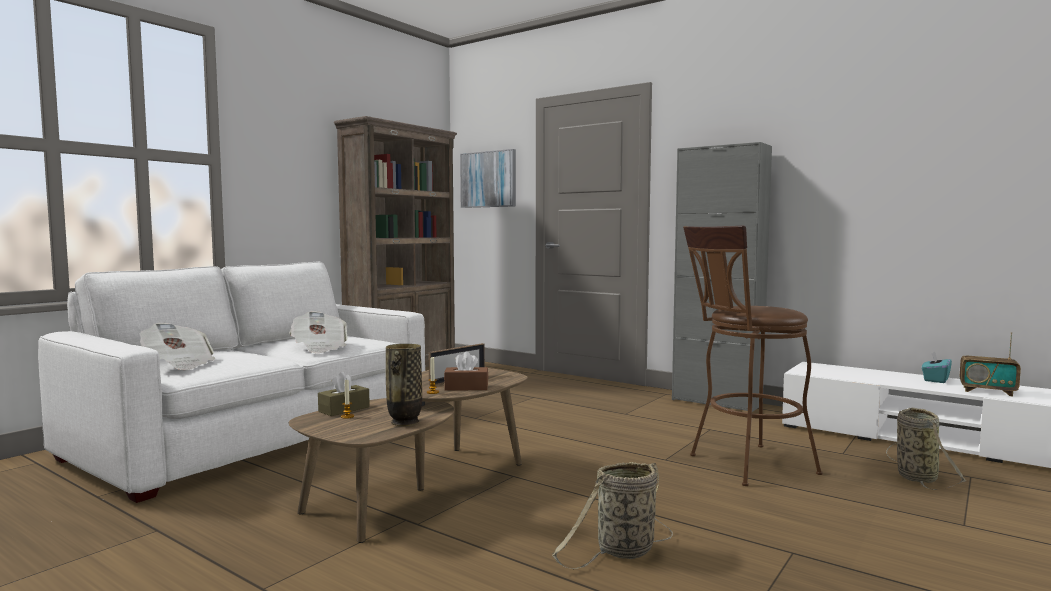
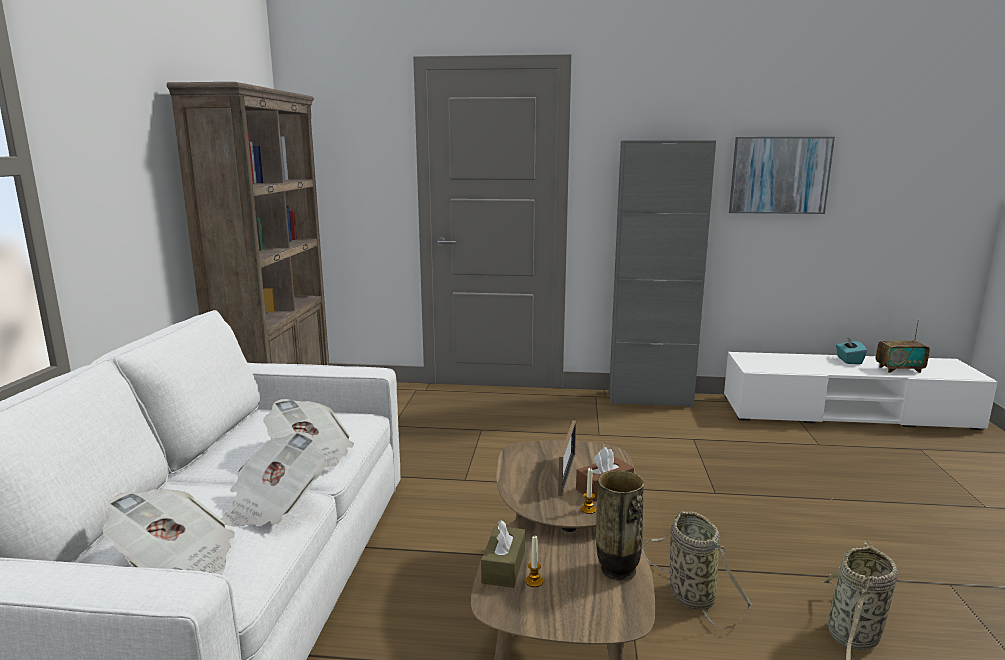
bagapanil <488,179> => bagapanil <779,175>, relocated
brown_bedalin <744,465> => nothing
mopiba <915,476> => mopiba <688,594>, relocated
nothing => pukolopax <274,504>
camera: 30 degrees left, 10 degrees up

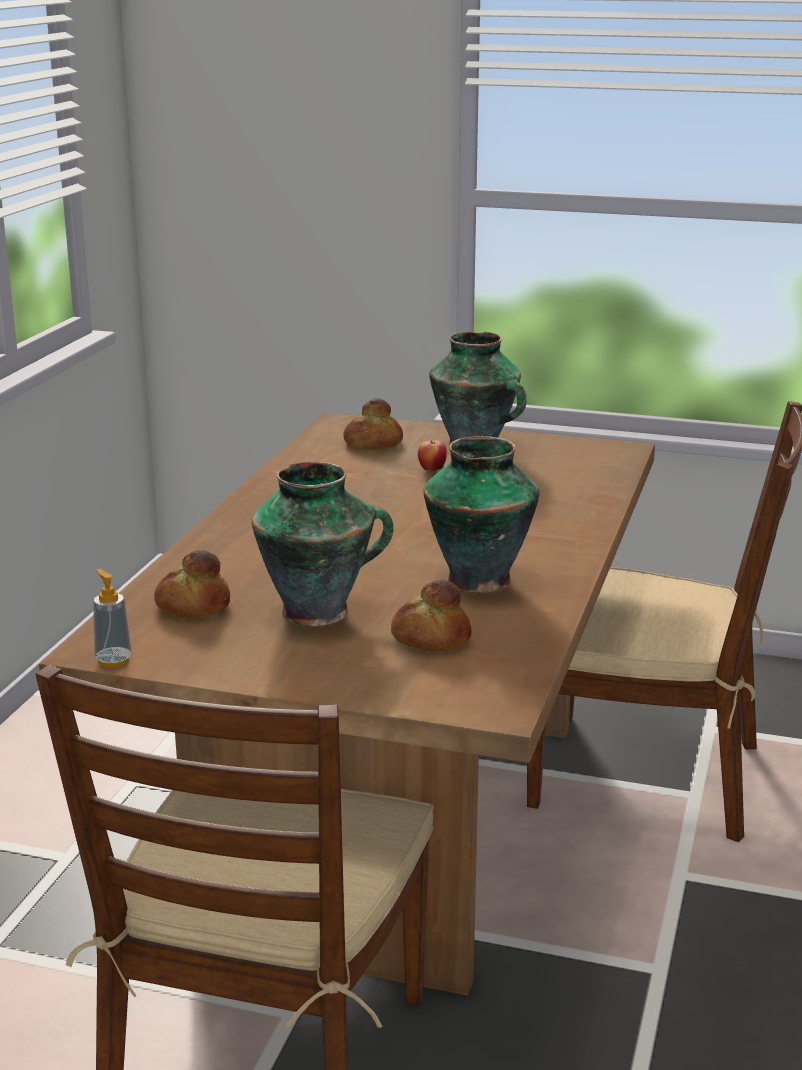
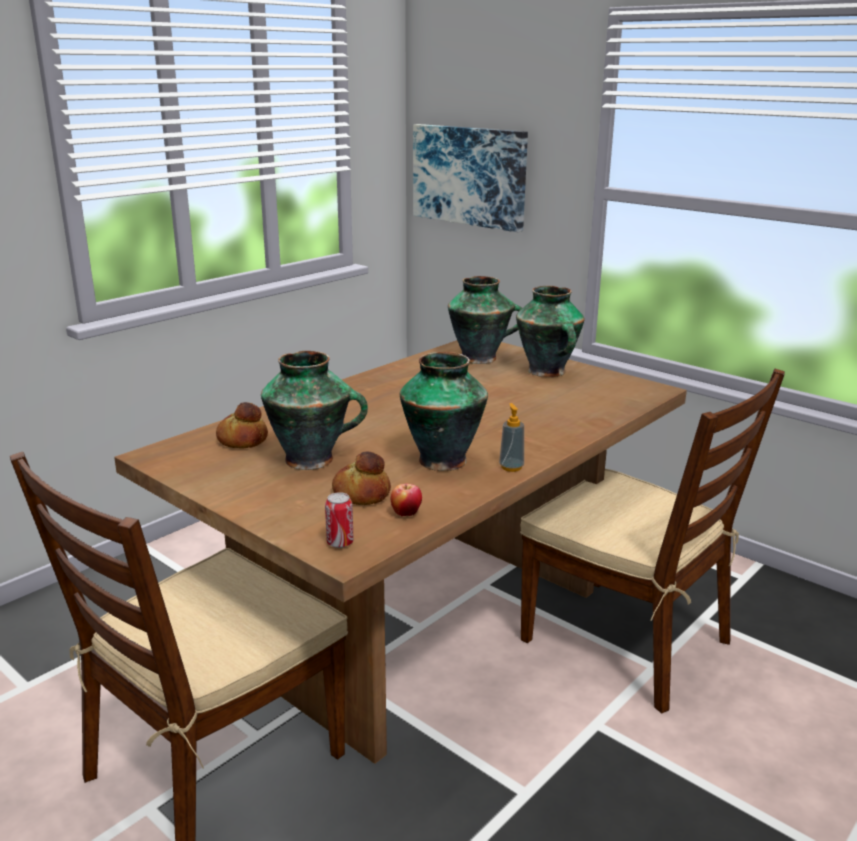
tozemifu <373,443> => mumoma <481,358>
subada <432,470> => subada <406,514>, relocated
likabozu <113,660> => likabozu <511,467>, relocated
nothing => bagapanil <470,176>
nothing => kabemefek <340,543>
camera: 25 degrees right, 0 degrees up

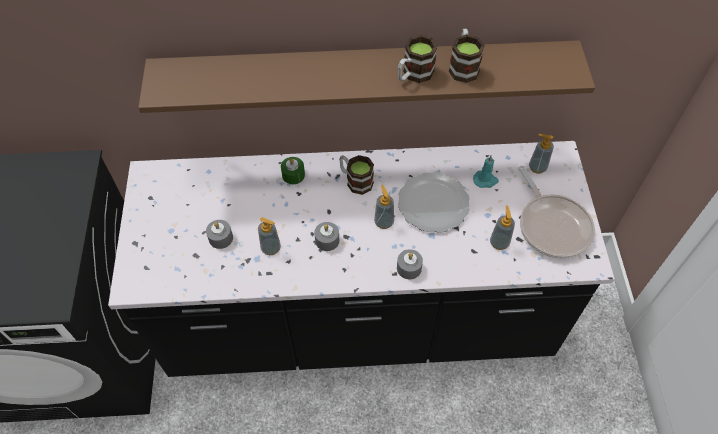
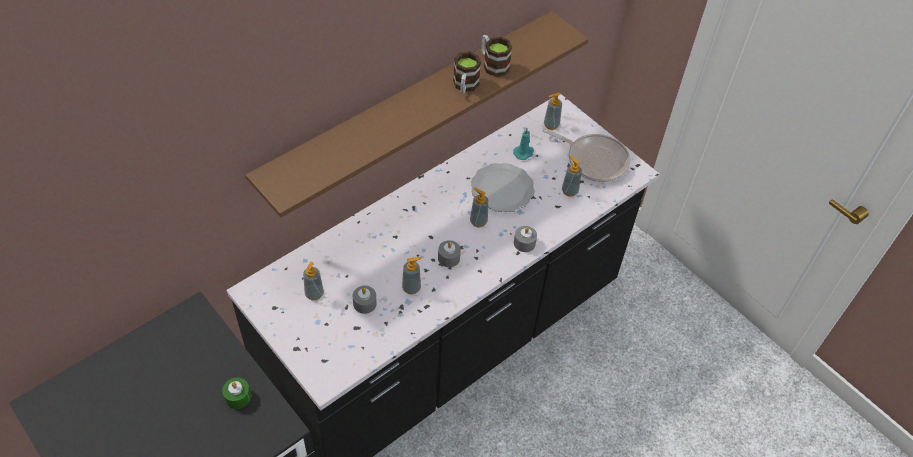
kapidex <355,180> => nothing
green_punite <293,175> => green_punite <238,397>, relocated
nothing => likabozu <314,294>
camera: 40 degrees left, 5 degrees down

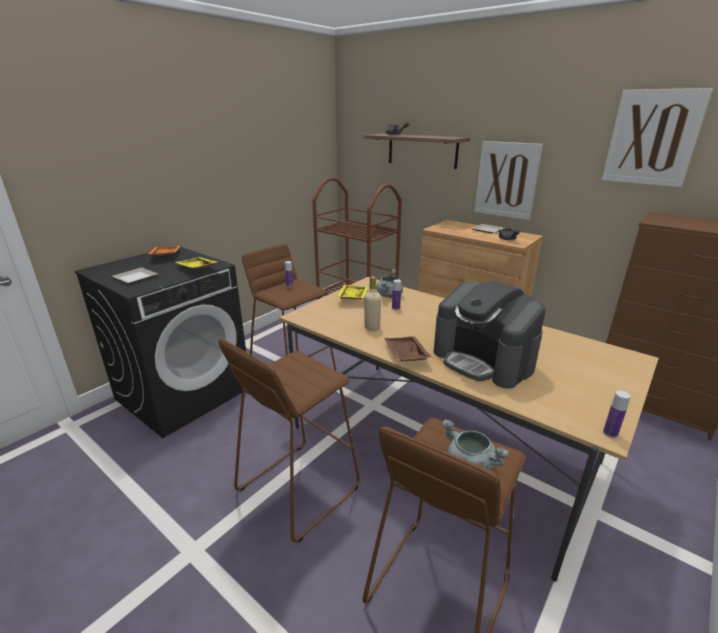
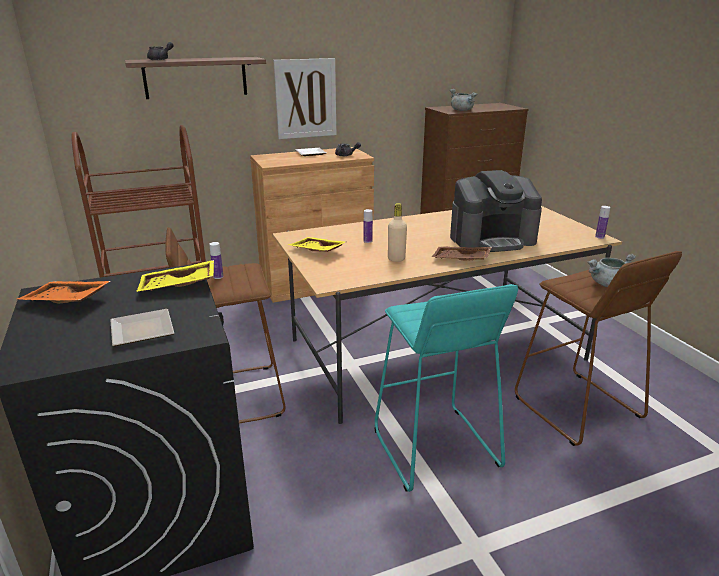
bagapanil <652,138> => nothing
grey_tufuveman <389,296> => grey_tufuveman <462,110>, relocated
brown_bedalin <297,488> => turquoise_bedalin <434,448>
camera: 60 degrees left, 0 degrees up

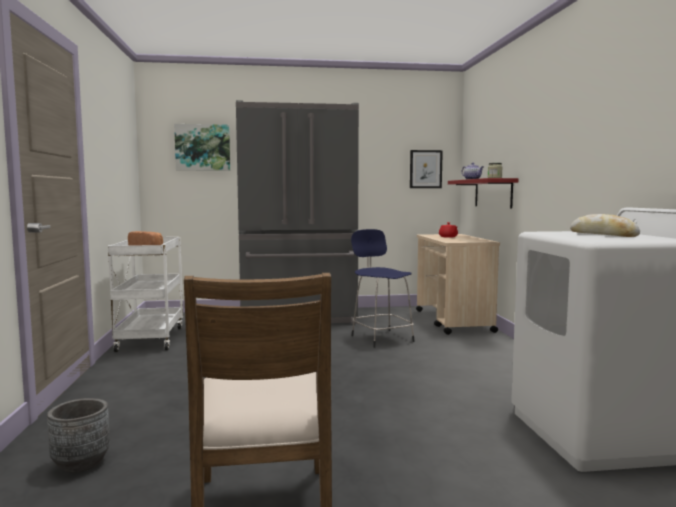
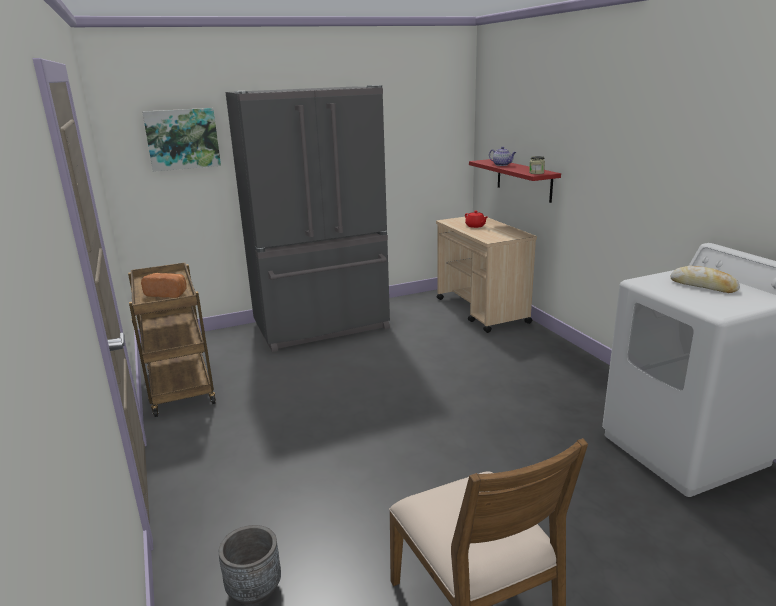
bagapanil <425,169> => nothing
blue_bedalin <381,338> => nothing
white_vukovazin <150,338> => brown_vukovazin <179,387>
camera: 15 degrees left, 15 degrees up

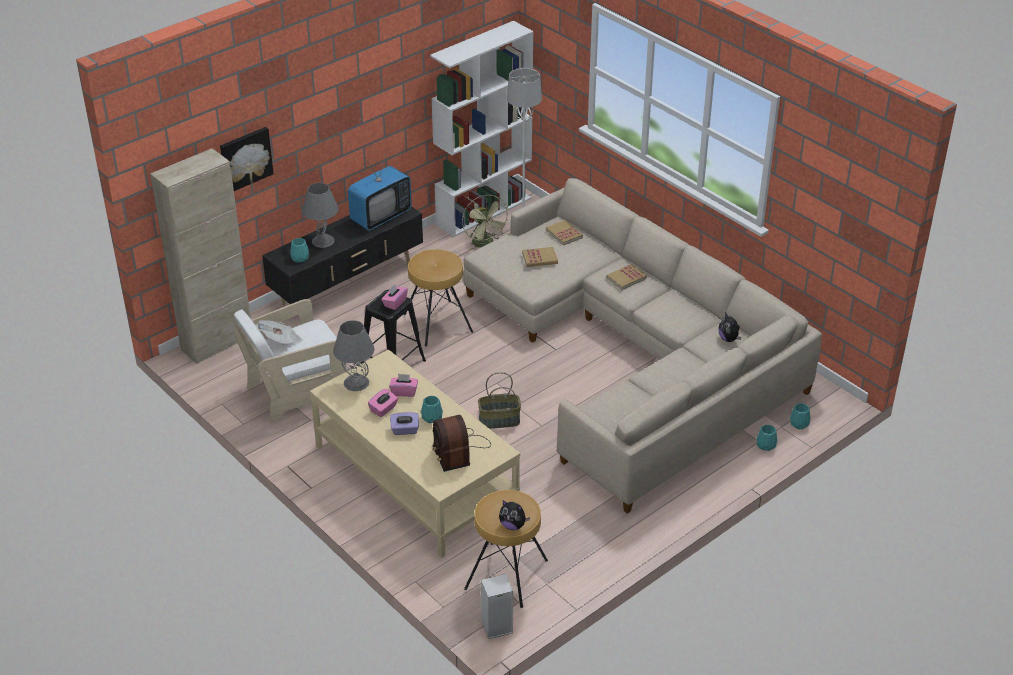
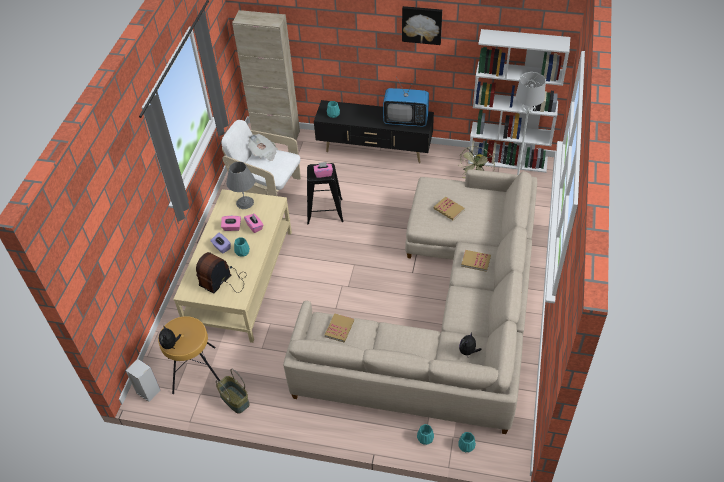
bagapanil <245,158> => bagapanil <422,24>, relocated
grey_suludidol <323,241> => nothing
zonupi <564,234> => zonupi <339,328>, relocated
brown_bedalin <437,323> => nothing
mopiba <499,421> => mopiba <234,400>, relocated
camera: 55 degrees right, 10 degrees up

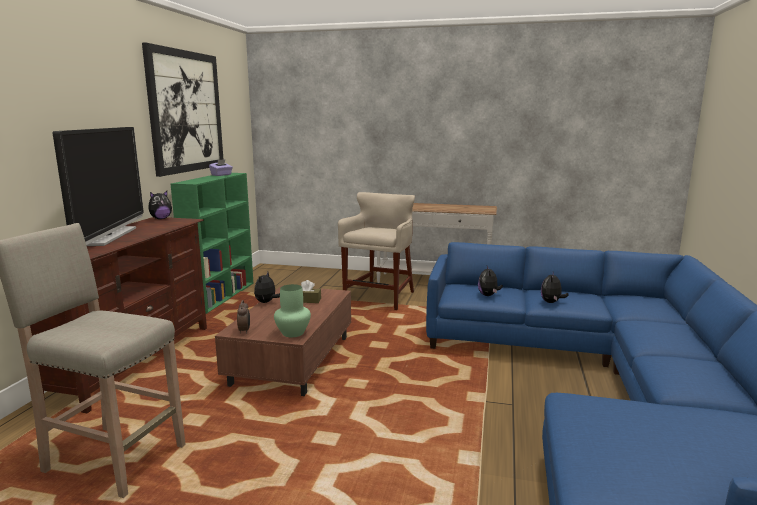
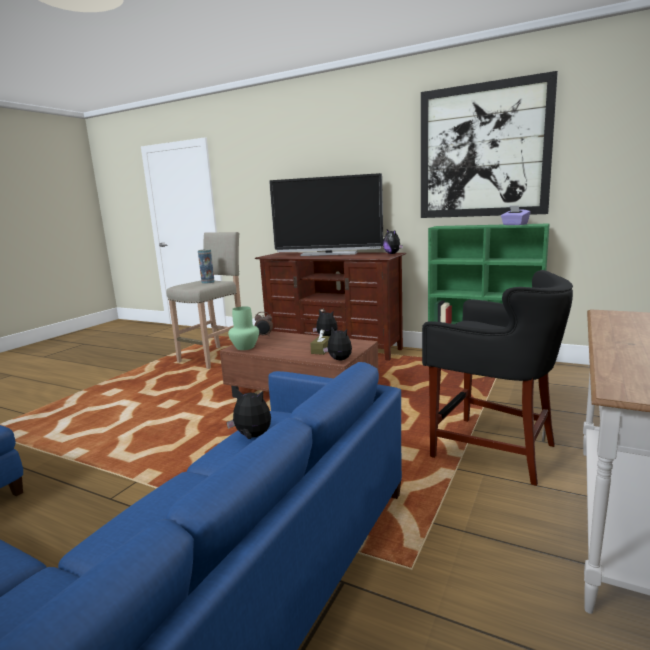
beige_bedalin <380,298> => black_bedalin <492,449>
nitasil <551,302> => nitasil <339,360>, relocated
nothing => mumoma <208,282>
camera: 105 degrees right, 0 degrees up

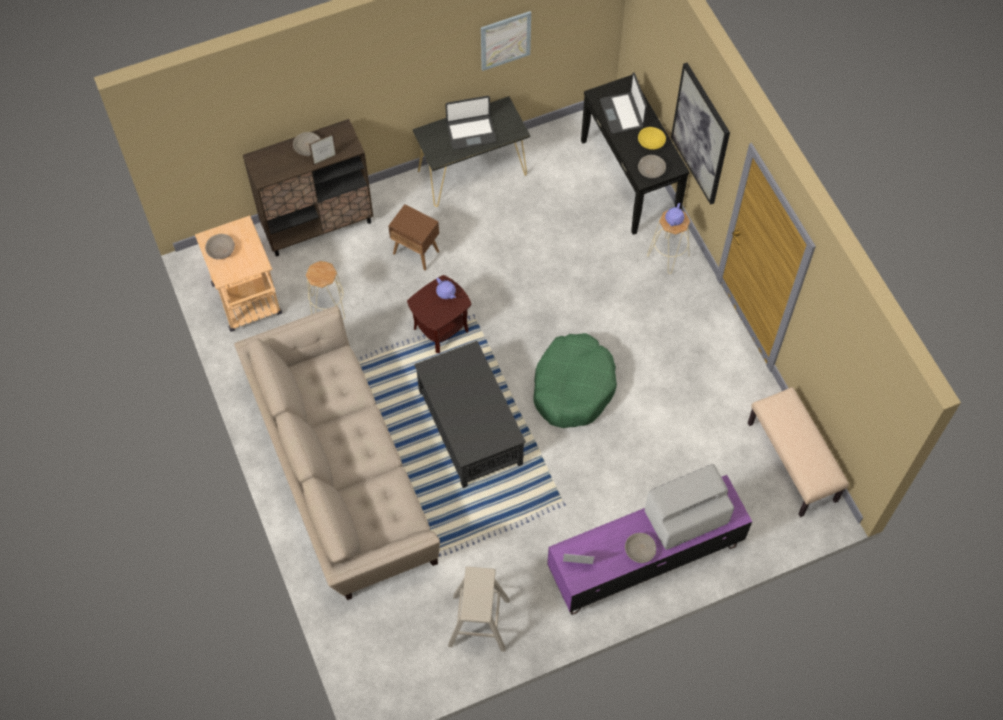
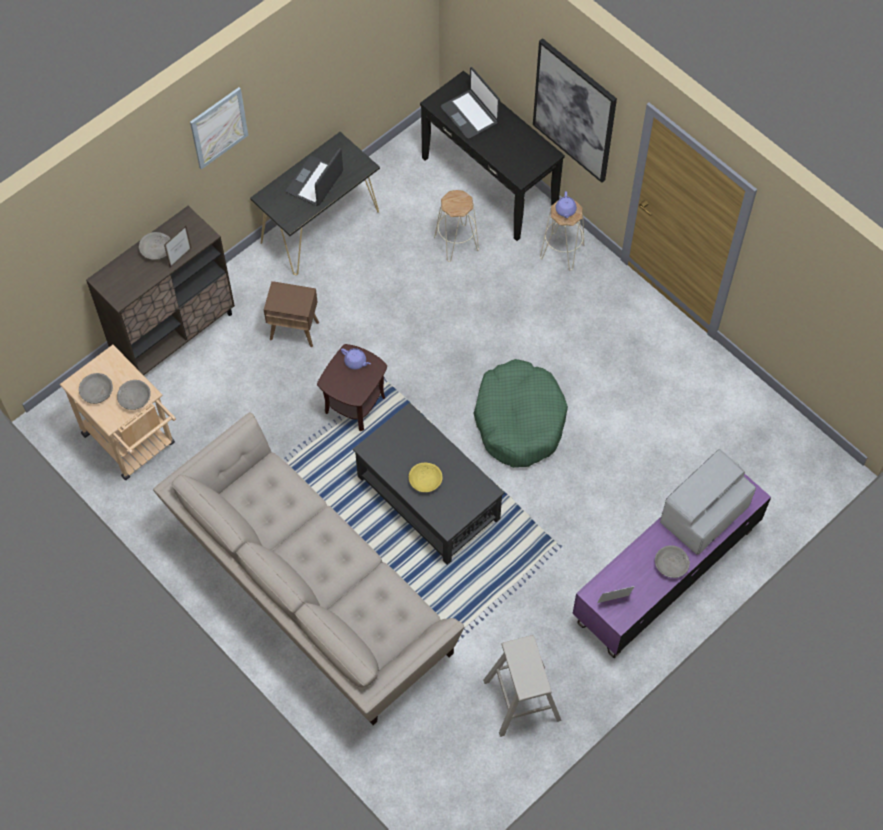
bagapanil <505,40> => bagapanil <219,127>, relocated
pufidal <471,132> => pufidal <315,182>, 150 degrees clockwise
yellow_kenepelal <651,142> => yellow_kenepelal <425,481>, relocated
grey_kenepelal <651,171> => grey_kenepelal <135,399>, relocated
beige_bedalin <328,307> => beige_bedalin <456,243>, relocated
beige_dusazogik <793,462> => nothing
camera: 20 degrees left, 0 degrees up

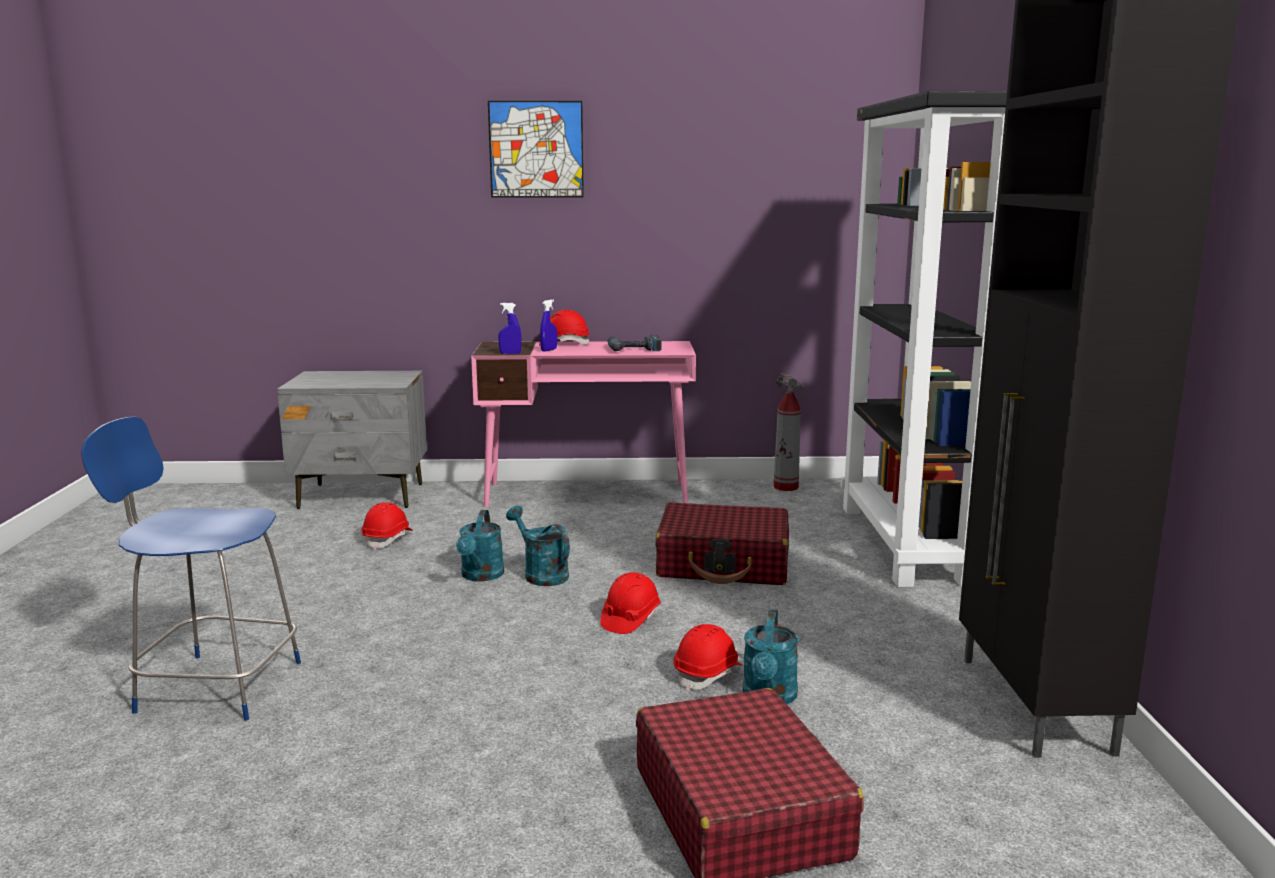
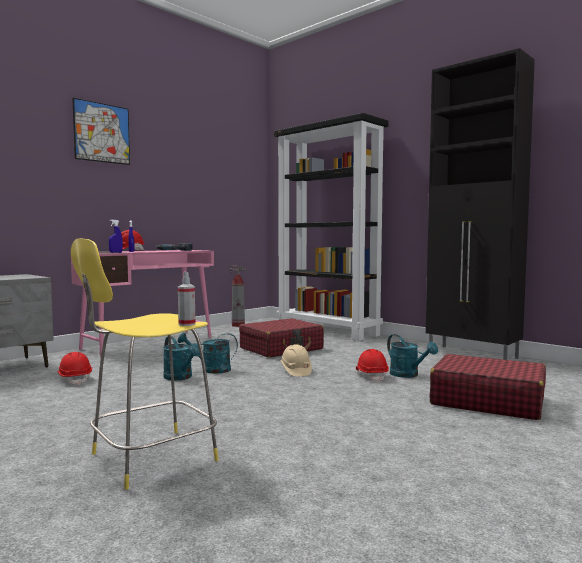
blue_bedalin <214,686> => yellow_bedalin <149,458>
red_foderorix <630,619> => beige_foderorix <295,371>
nothing => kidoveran <187,324>
camera: 45 degrees left, 10 degrees down

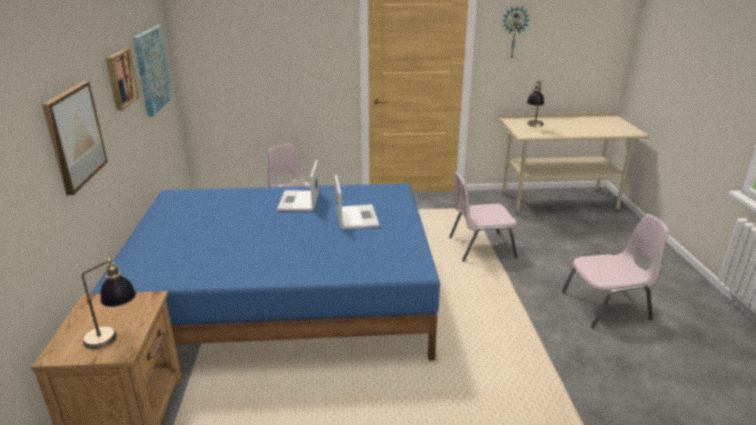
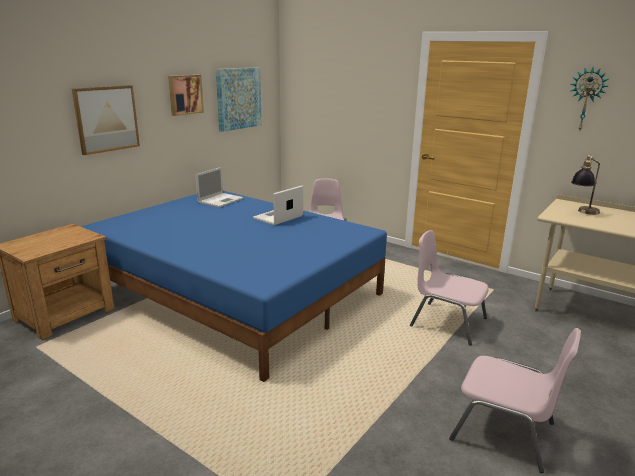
pufidal <356,217> => pufidal <221,200>, relocated
suludidol <114,337> => nothing
camera: 40 degrees right, 5 degrees down

